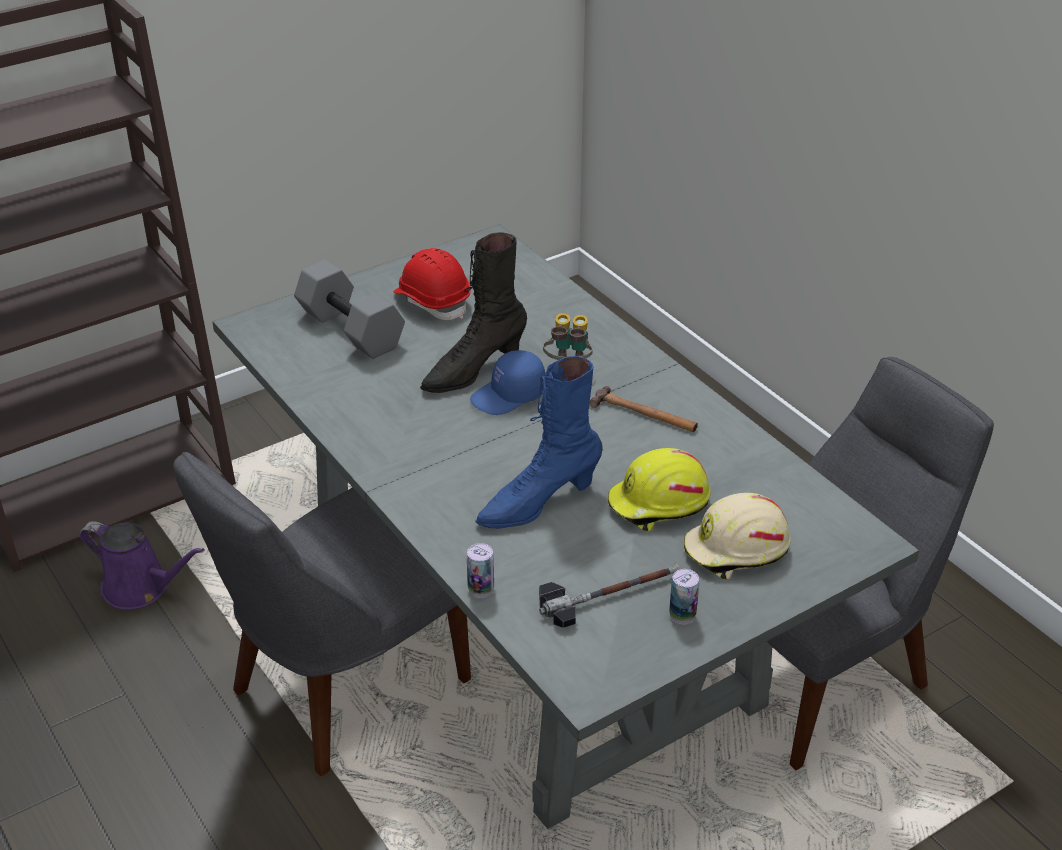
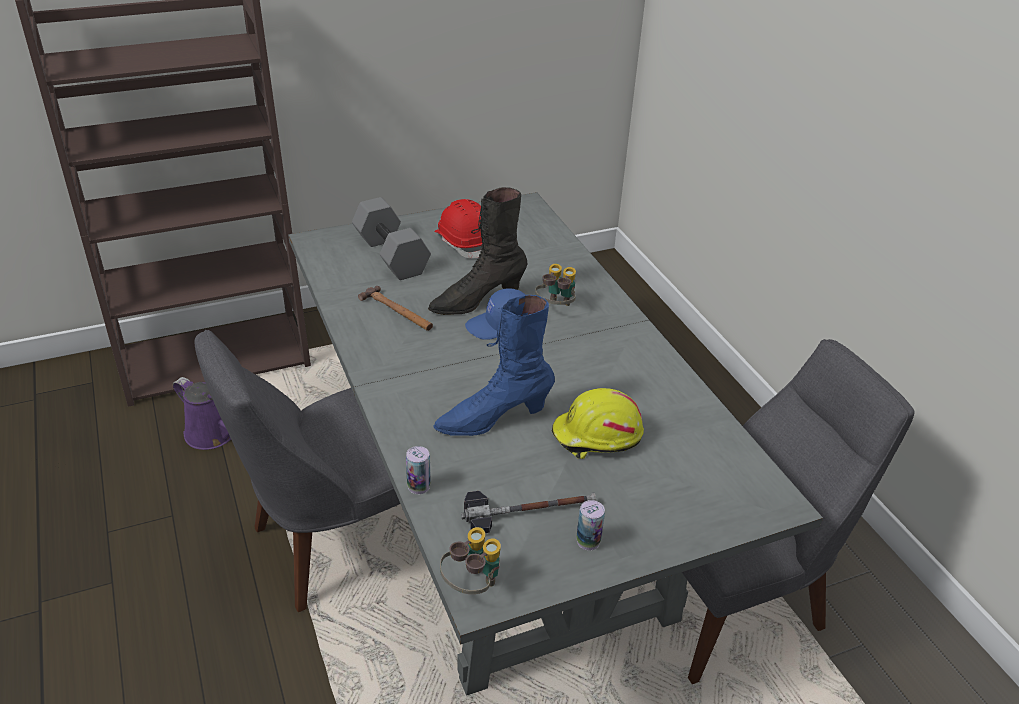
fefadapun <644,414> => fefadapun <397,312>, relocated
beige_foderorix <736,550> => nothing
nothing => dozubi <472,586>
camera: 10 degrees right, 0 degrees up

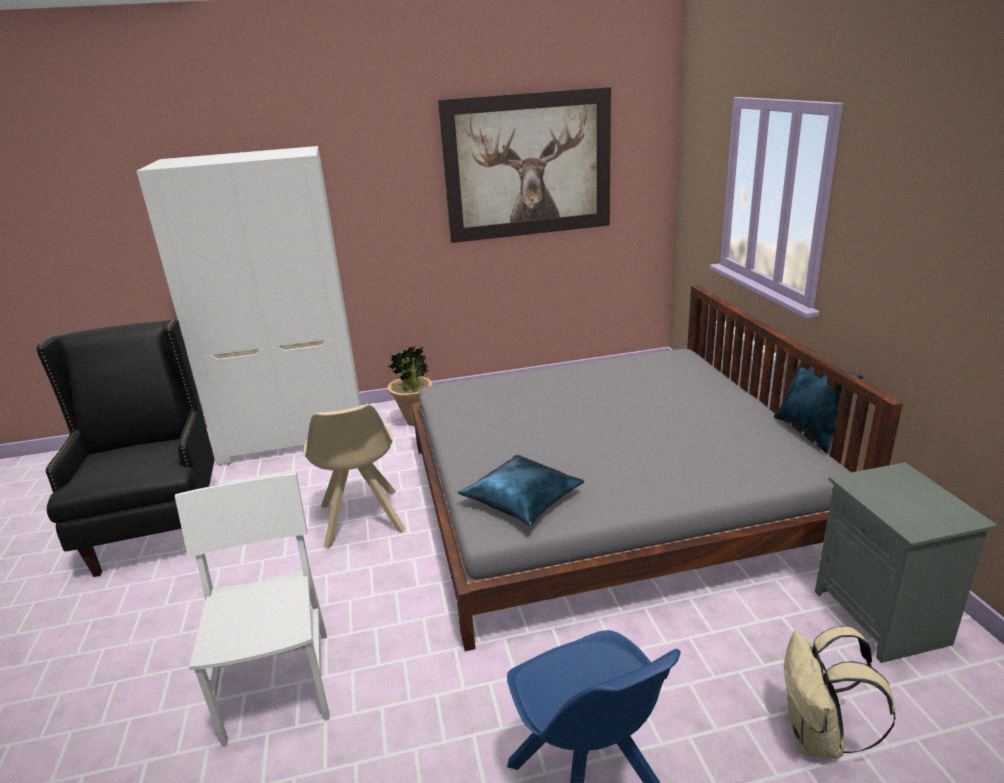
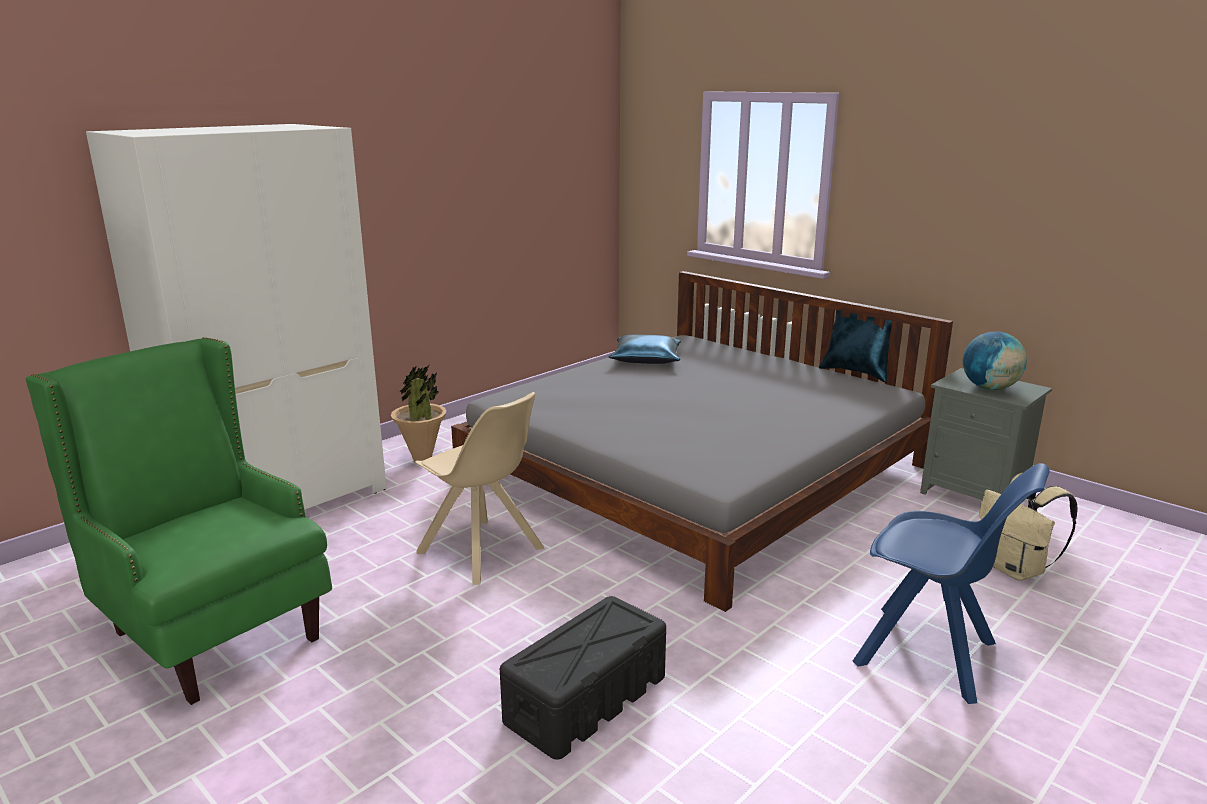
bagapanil <528,166> => nothing
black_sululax <157,529> => green_sululax <215,634>
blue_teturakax <523,499> => blue_teturakax <647,359>, relocated
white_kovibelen <279,685> => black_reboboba <587,699>
nothing => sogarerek <989,388>
camera: 35 degrees left, 5 degrees down

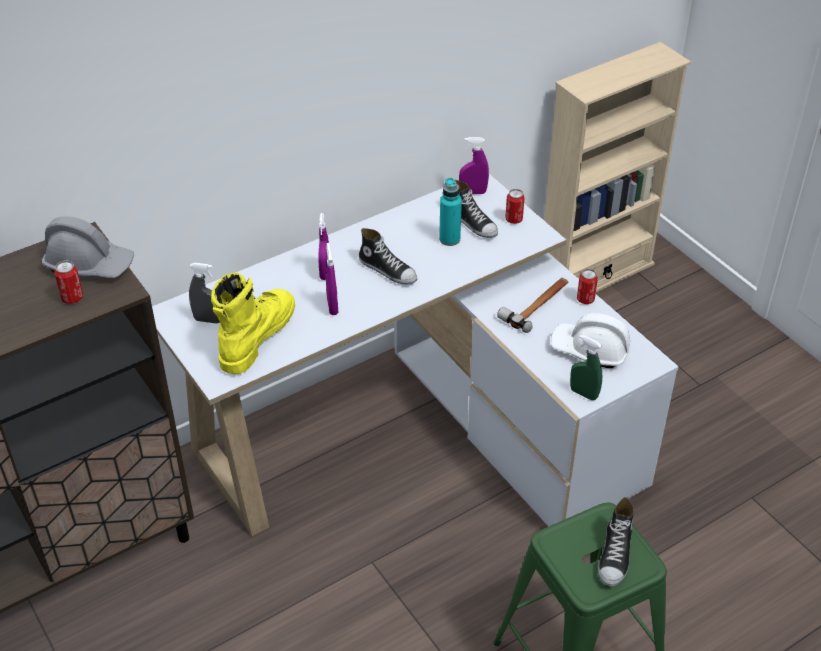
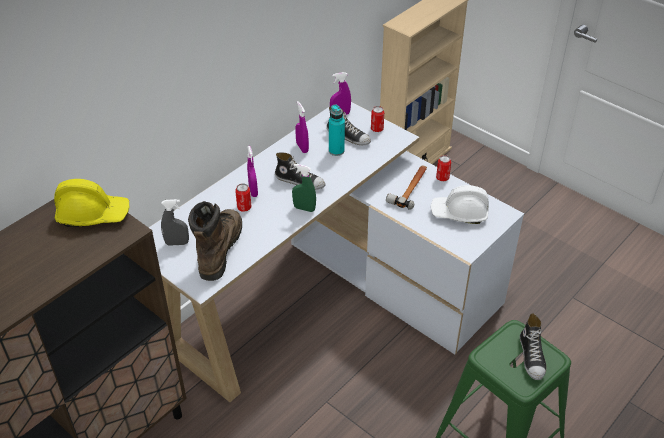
grey_foderorix <89,264> => yellow_foderorix <93,214>
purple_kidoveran <332,306> => purple_kidoveran <302,147>, relocated
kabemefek <72,298> => kabemefek <244,207>, relocated
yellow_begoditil <256,336> => brown_begoditil <219,249>
green_kidoveran <583,393> => green_kidoveran <304,208>, relocated
camera: 15 degrees left, 0 degrees up

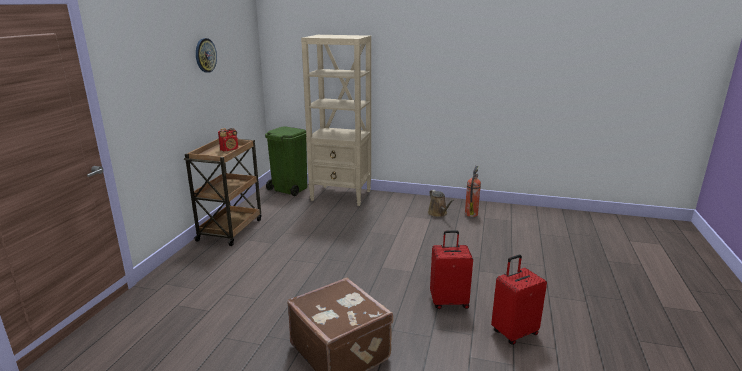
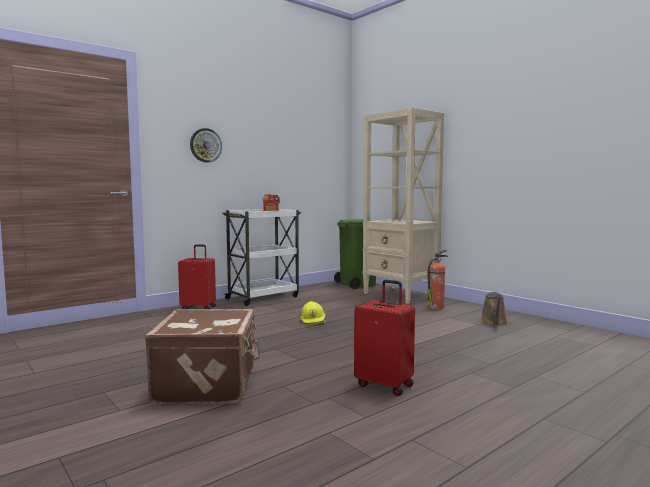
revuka <205,55> => revuka <205,145>, relocated
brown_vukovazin <231,229> => white_vukovazin <263,297>
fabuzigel <471,214> => fabuzigel <436,307>, relocated
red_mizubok <514,332> => red_mizubok <199,308>, relocated
nothing => yellow_foderorix <313,320>
camera: 35 degrees right, 15 degrees down

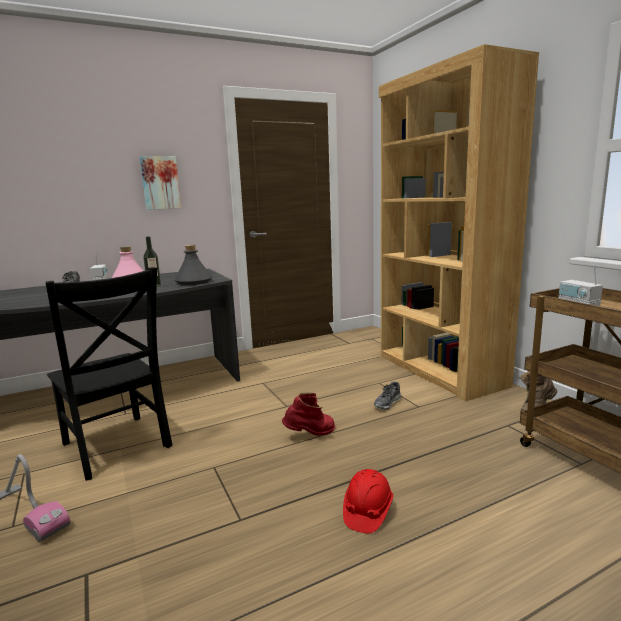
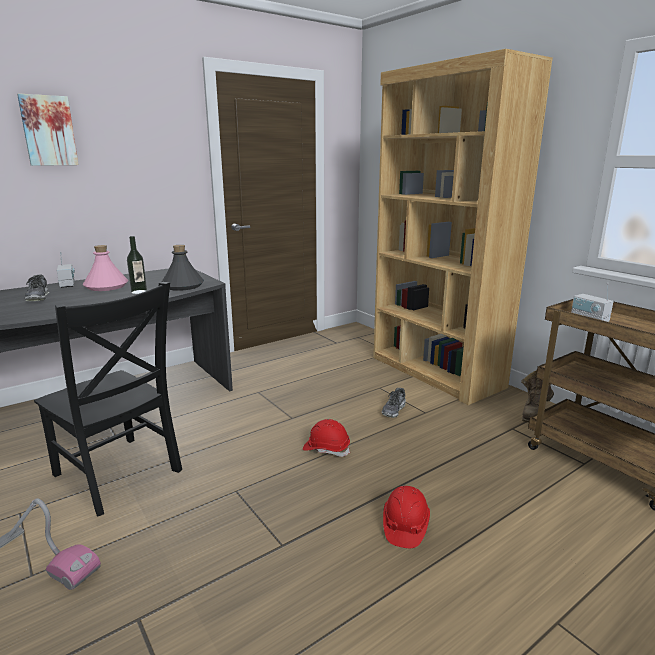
bagapanil <160,183> => bagapanil <48,131>, relocated
red_begoditil <310,435> => red_foderorix <326,449>
camera: 10 degrees left, 5 degrees up

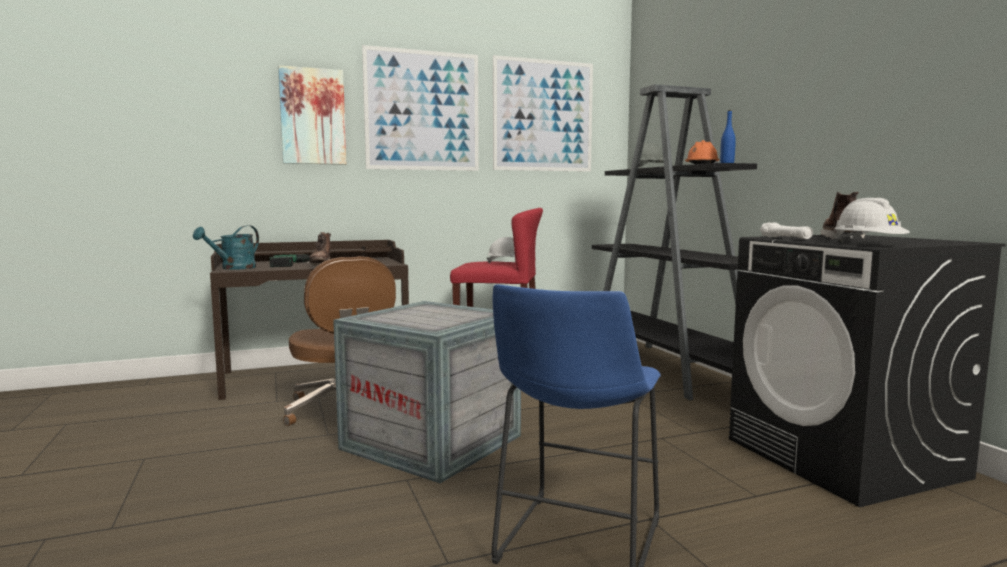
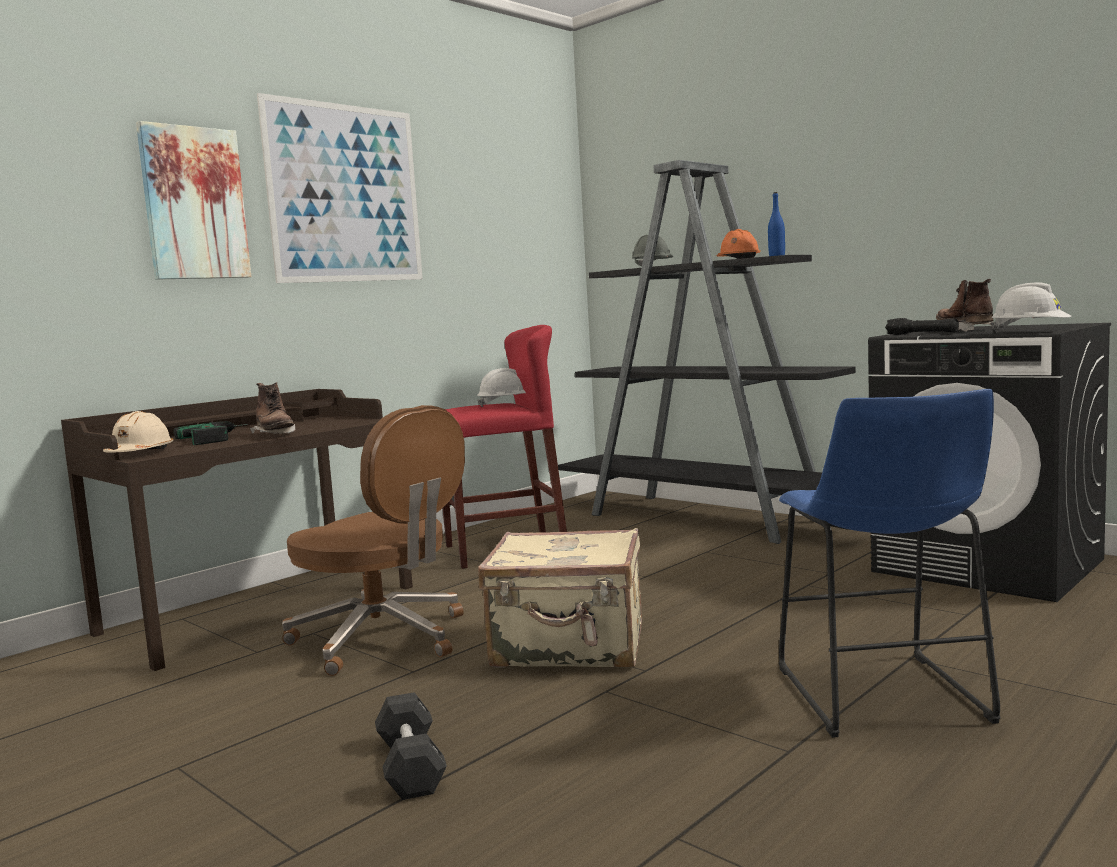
bagapanil <543,116> => nothing
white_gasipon <785,238> => black_gasipon <921,334>
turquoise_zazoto <233,268> => beige_foderorix <140,453>
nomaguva <433,442> => beige_mizubok <570,647>
nothing => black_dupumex <410,766>
camera: 25 degrees left, 0 degrees up

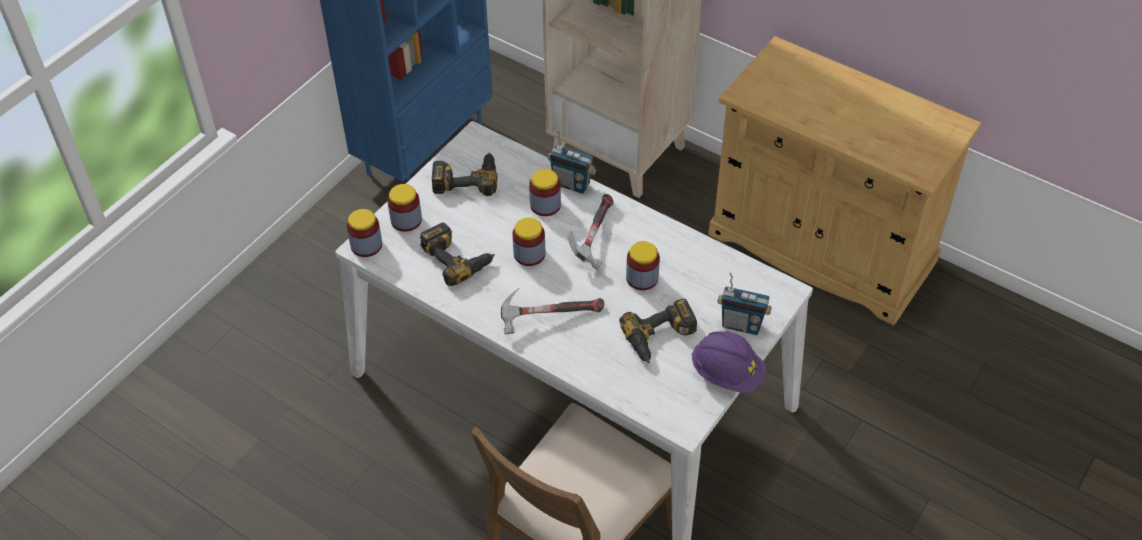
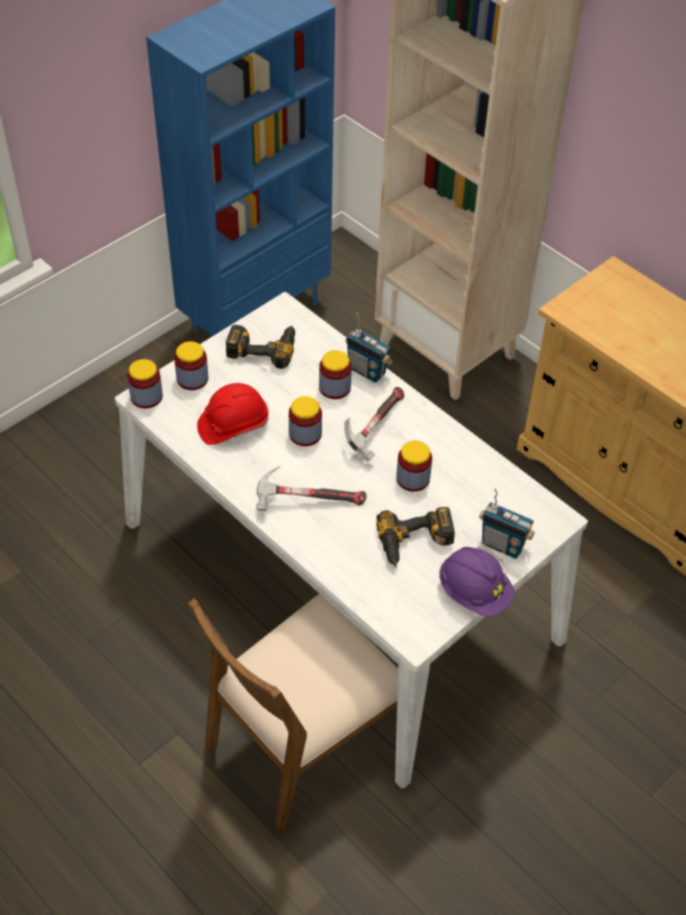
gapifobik <458,257> => red_foderorix <233,425>
camera: 10 degrees right, 0 degrees up

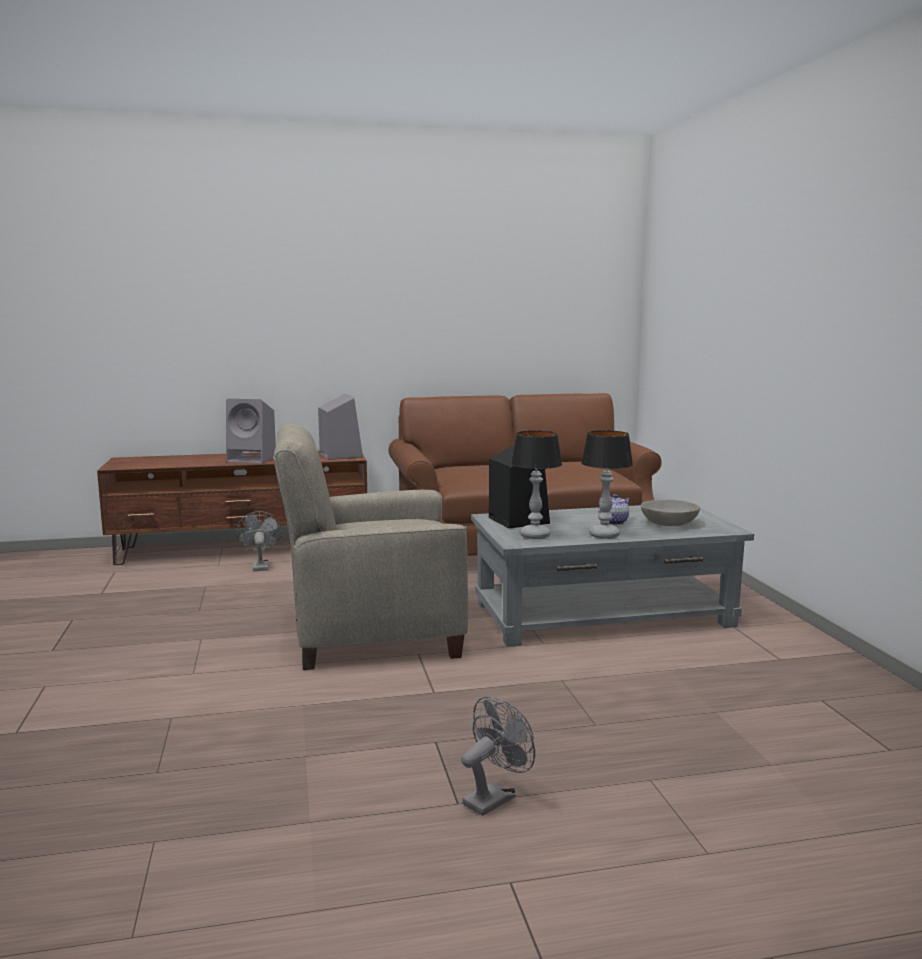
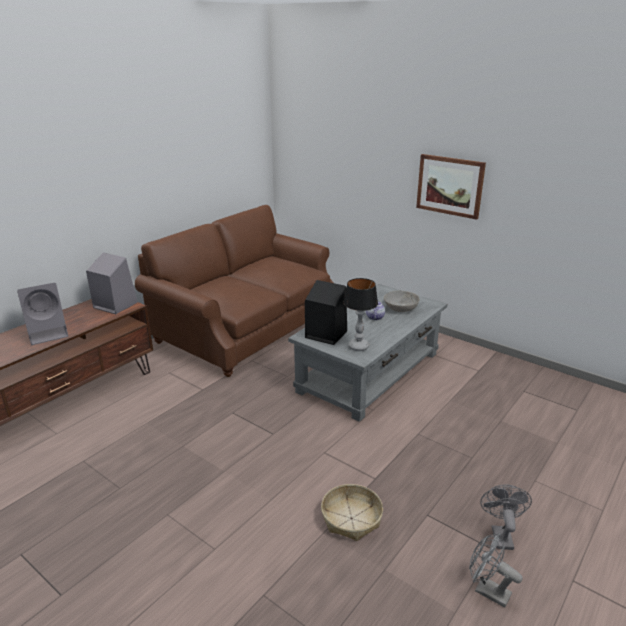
beige_sululax <373,633> => nothing
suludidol <604,535> => nothing
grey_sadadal <260,566> => grey_sadadal <487,590>, relocated
nothing => bagapanil <450,186>
nothing => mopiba <351,518>
camera: 40 degrees left, 15 degrees up

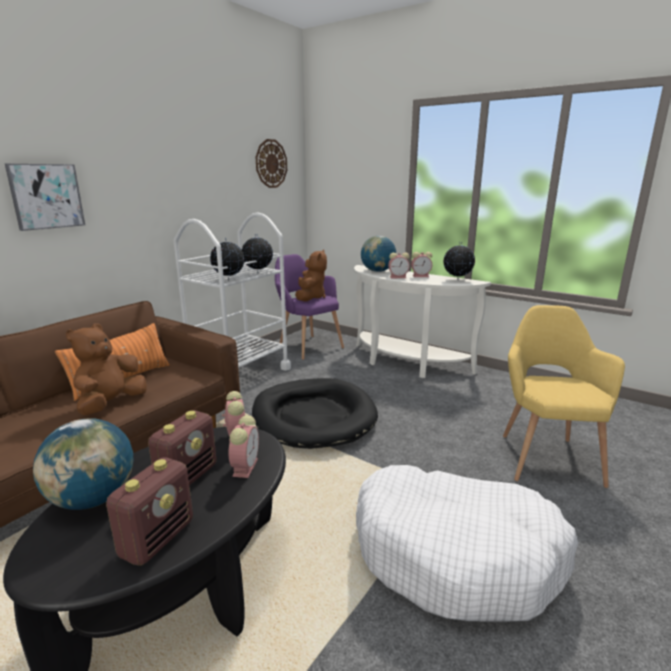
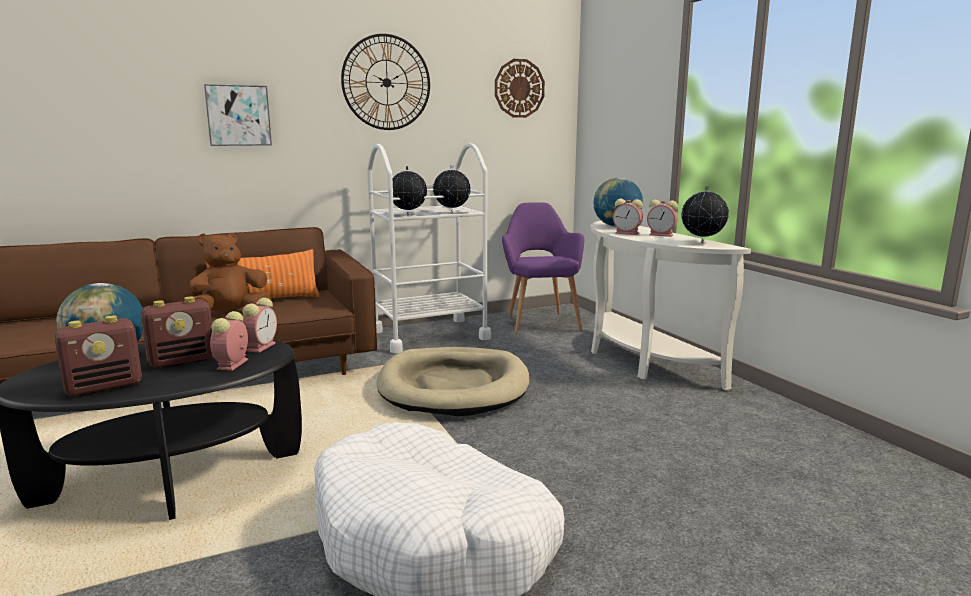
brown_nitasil <310,297> => nothing
yellow_sululax <545,455> => nothing
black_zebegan <313,417> => beige_zebegan <454,386>
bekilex <245,466> => bekilex <232,365>, 150 degrees clockwise
nothing => revuka <386,82>
camera: 30 degrees right, 5 degrees down

